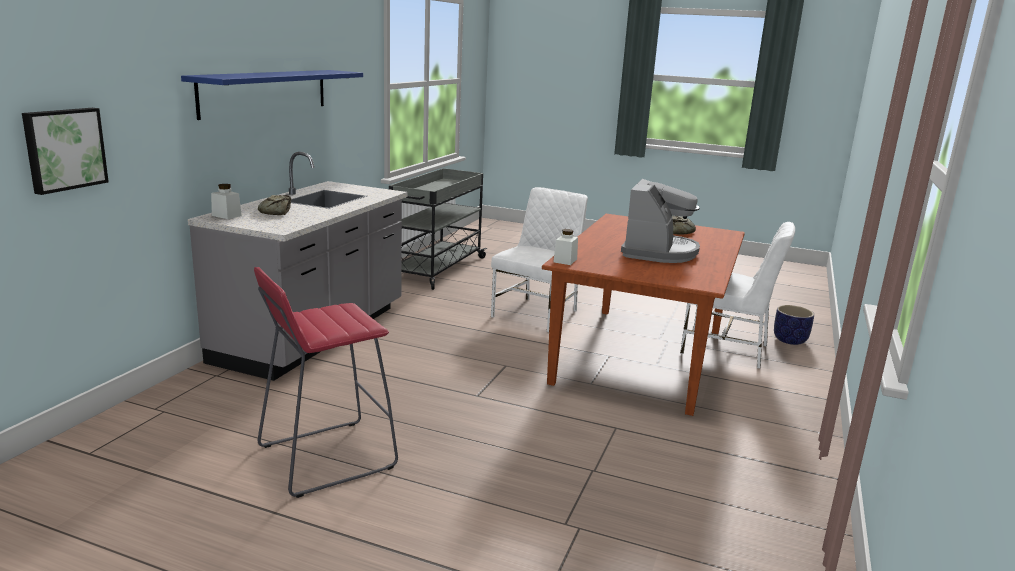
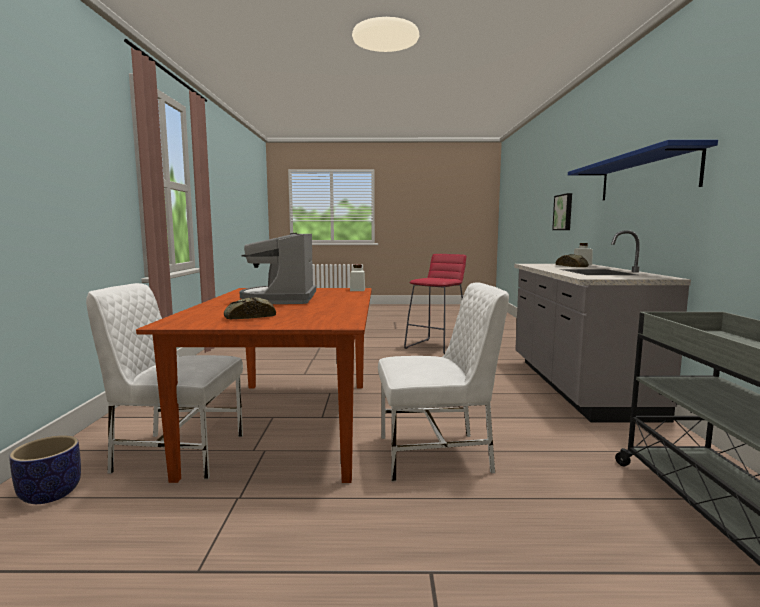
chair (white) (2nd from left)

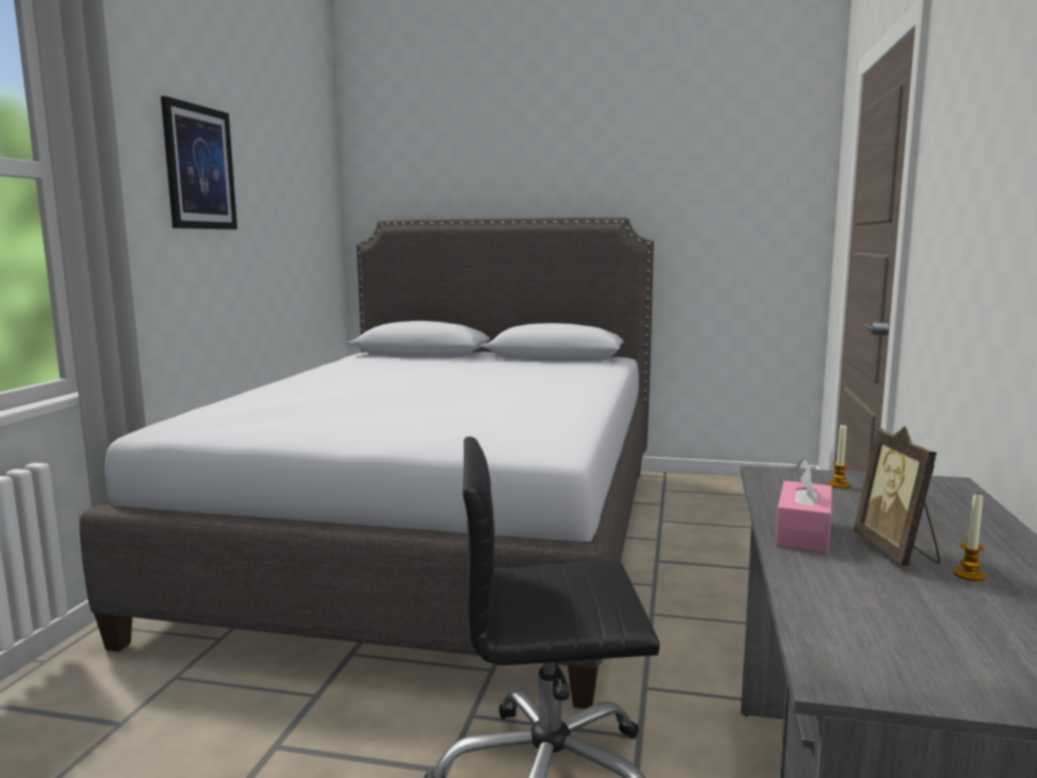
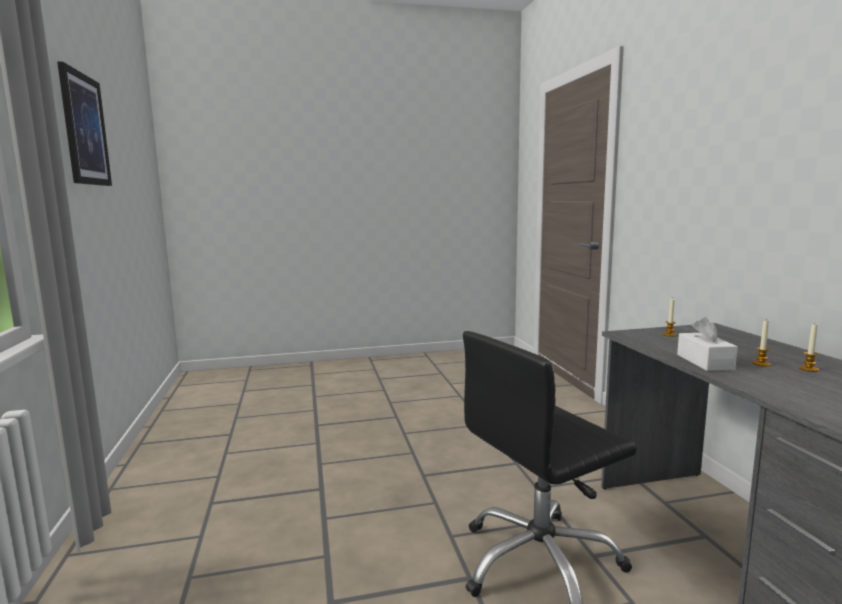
sleeping bed (greyish)
wax candle (2nd from left)
box of tissues (white)

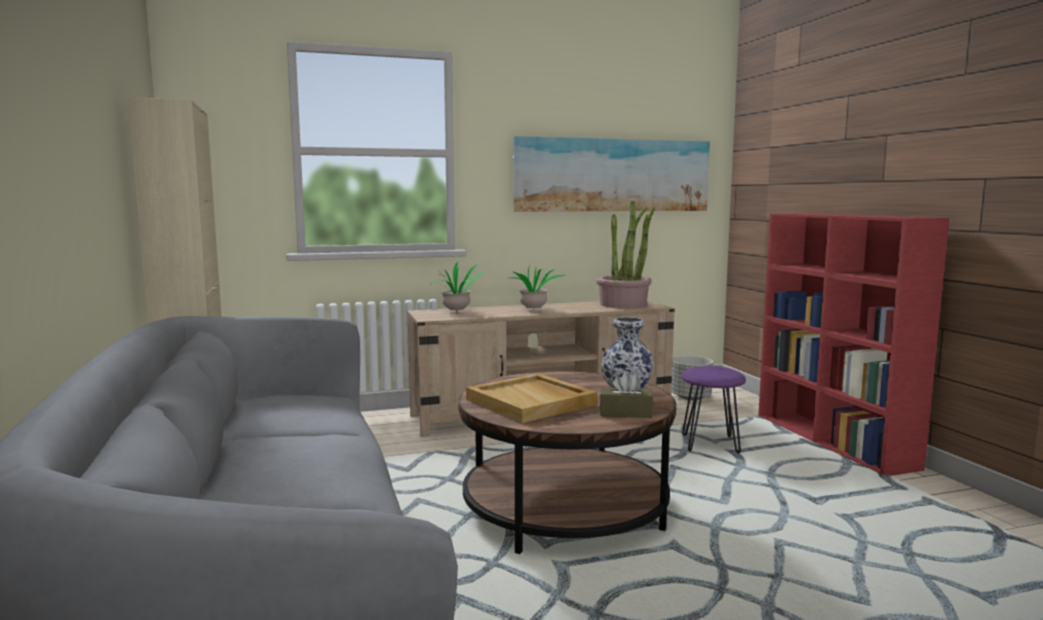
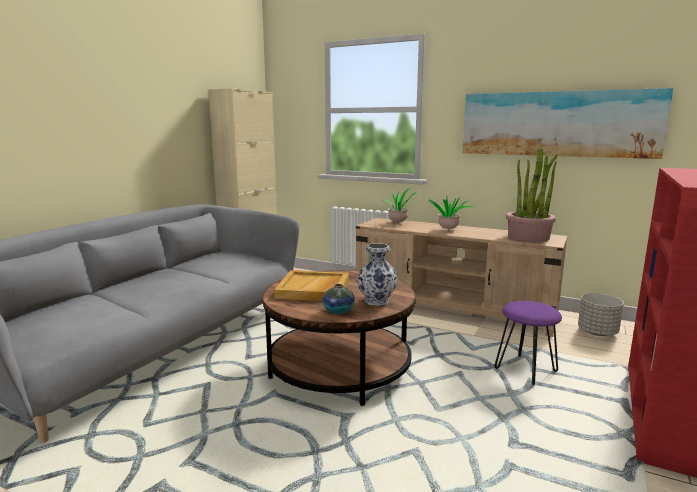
flower vase (1st from left)

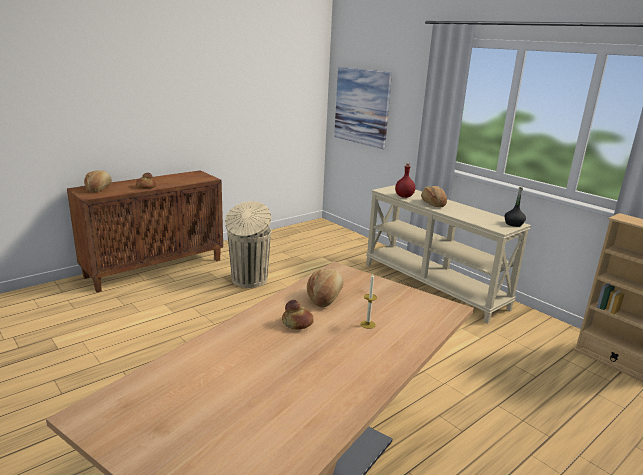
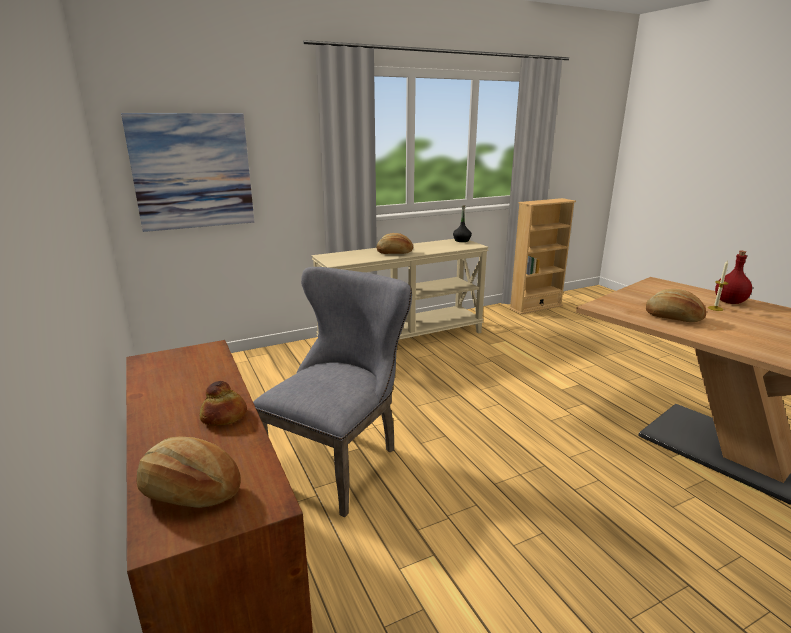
bakery bread (3rd from left in the first image)
bottle (reddish)
chair (greyish)

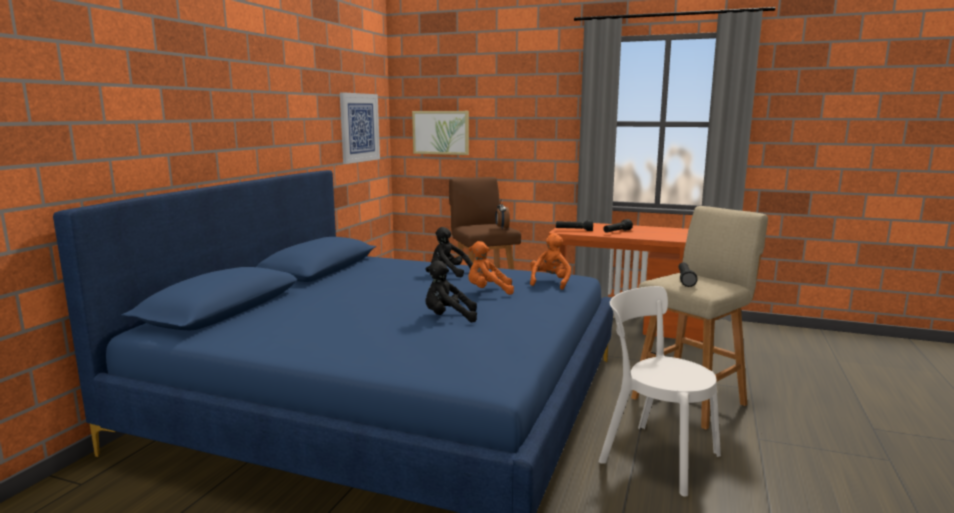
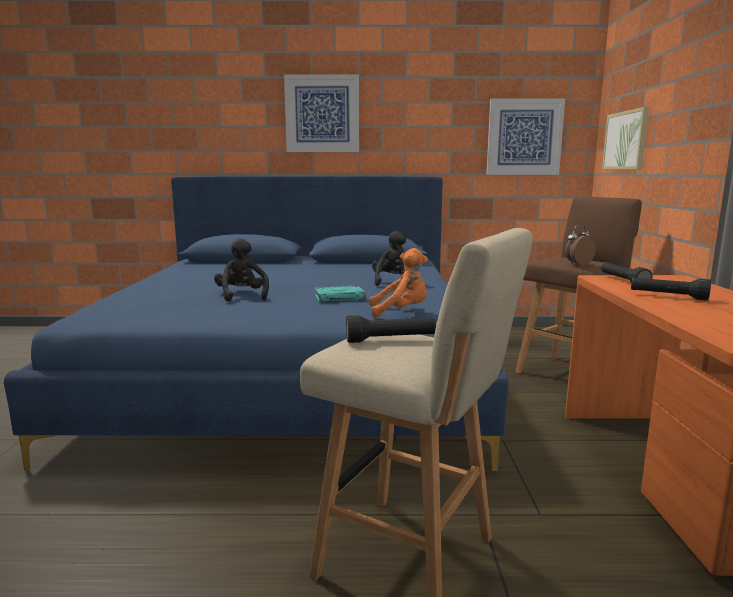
chair (white)
wall picture (1st from left)
book (blue-green)

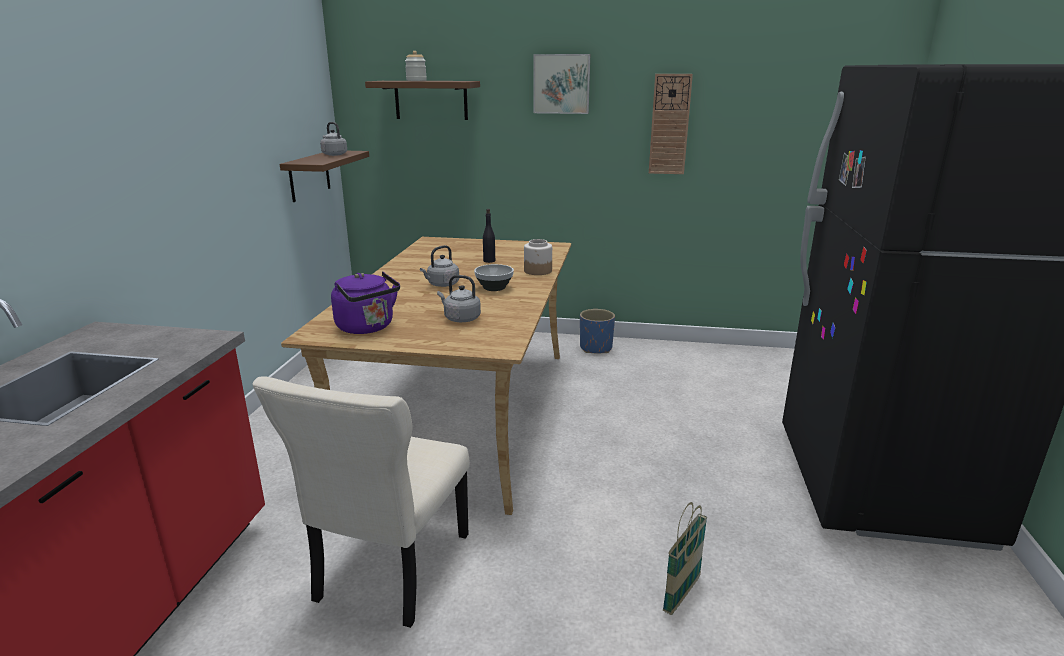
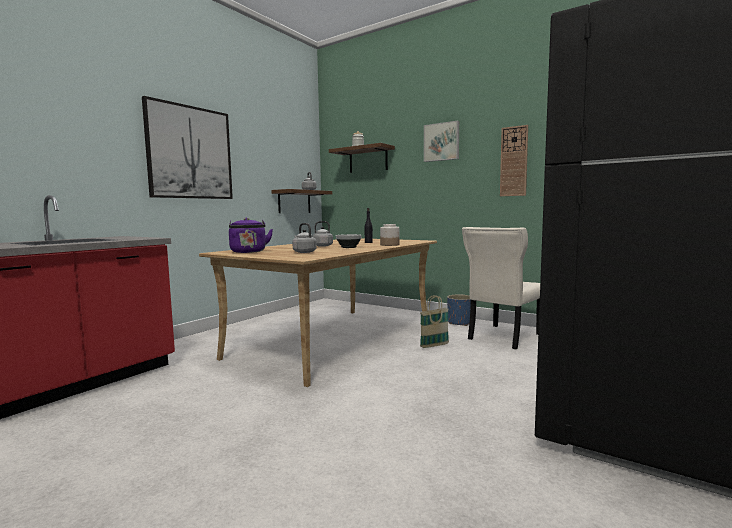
wall picture (1st from left)
chair (beige)
household basket

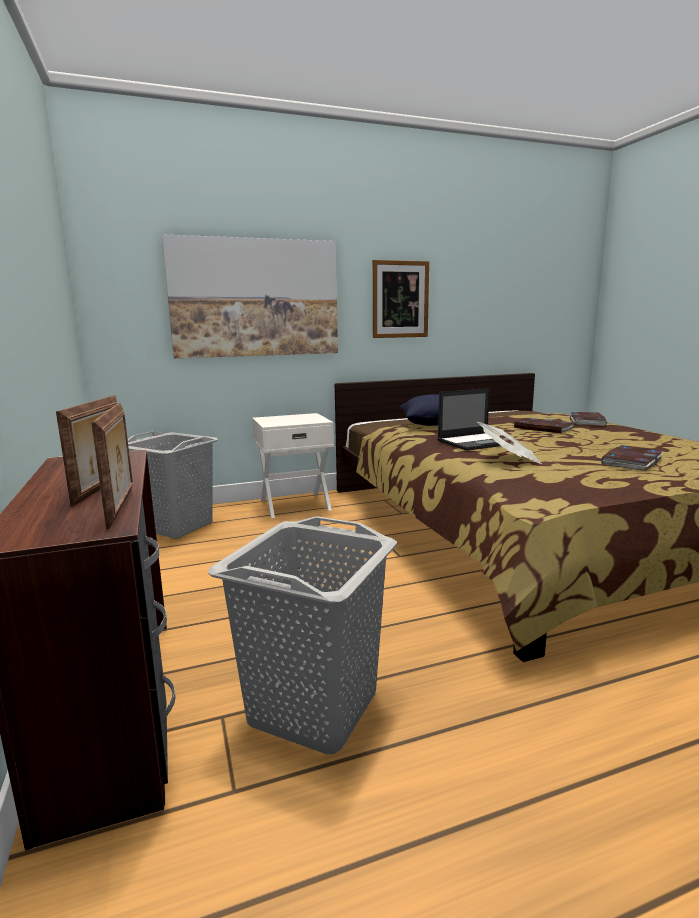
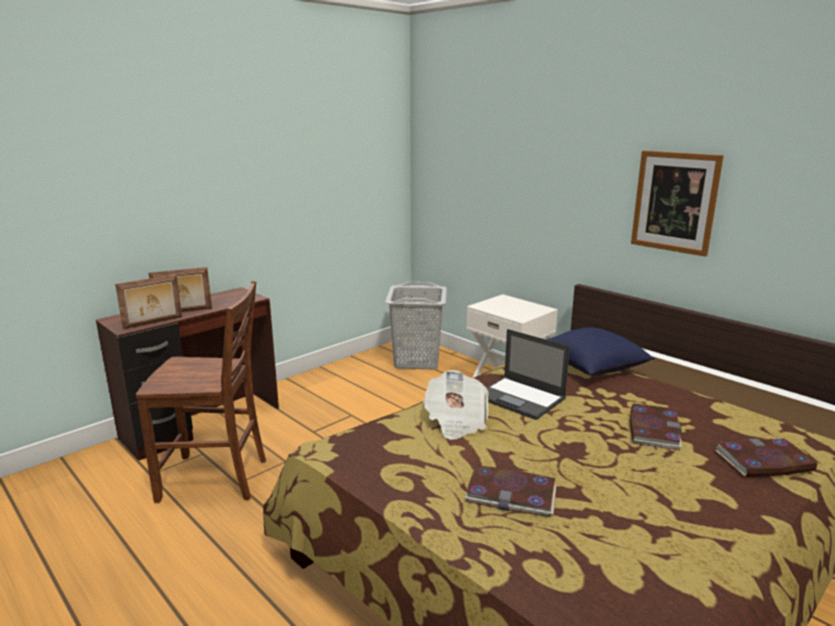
wall picture (1st from left in the first image)
chair (brown-coloured)

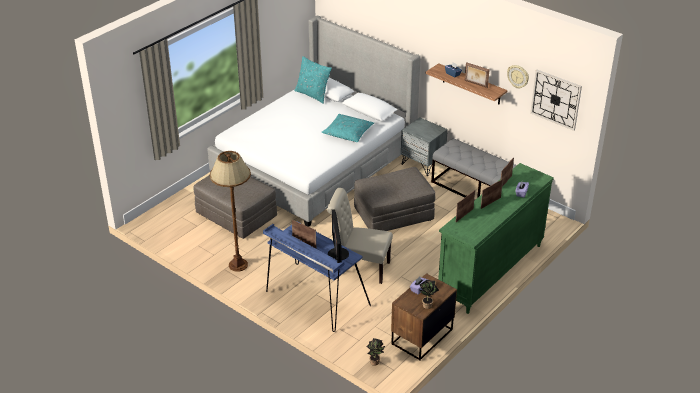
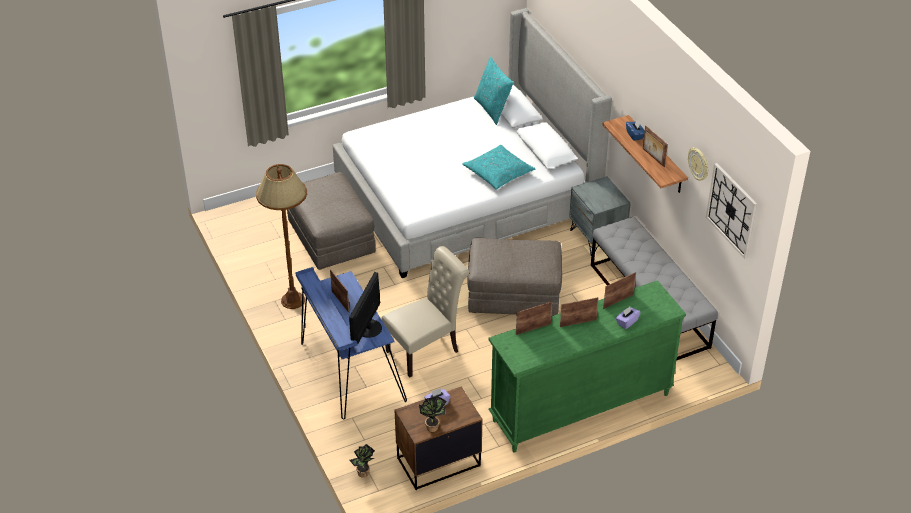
chair (beige)

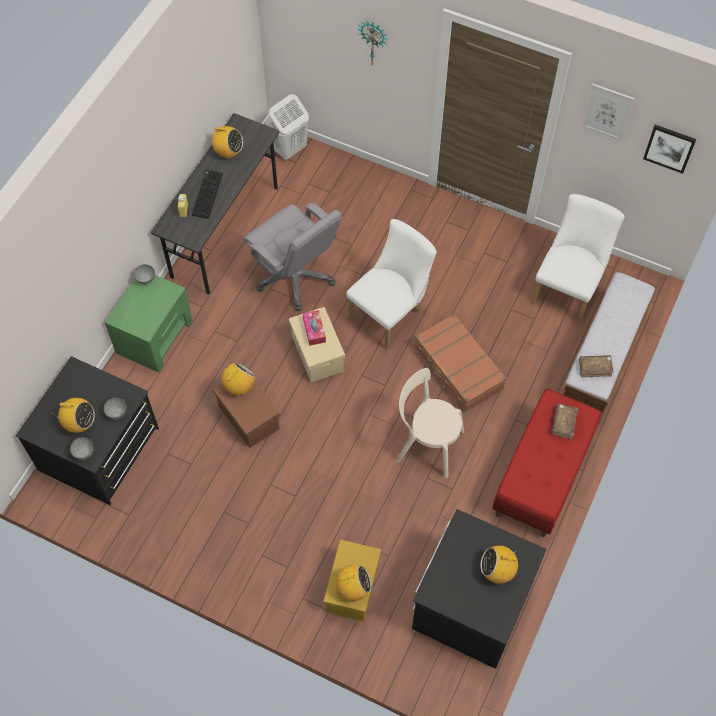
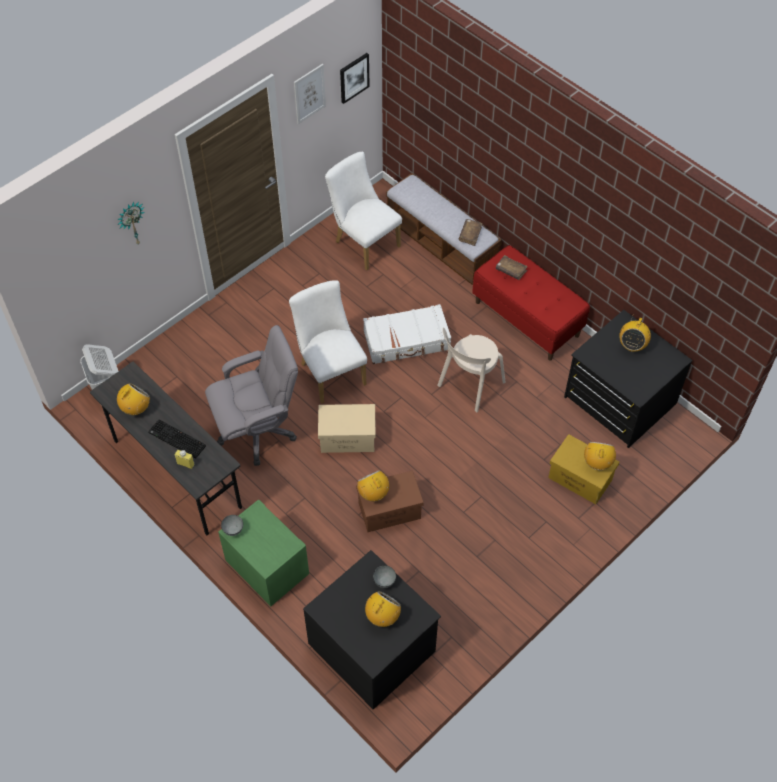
deep dish (greyish) (1st from left in the first image)
box of tissues
suitcase (white)

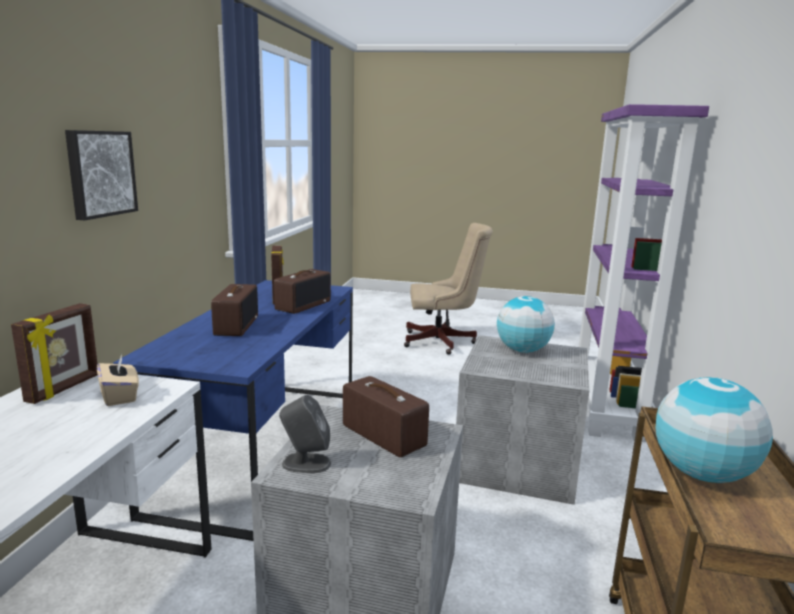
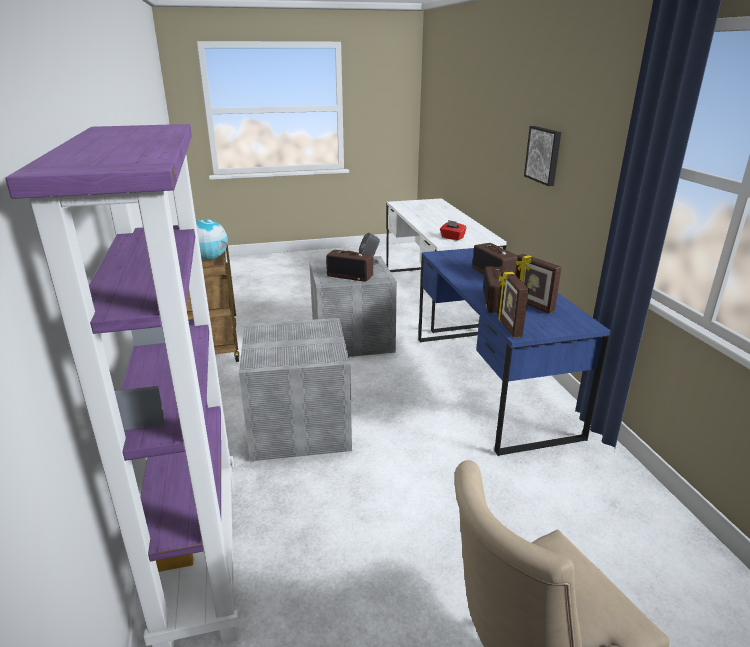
world globe (1st from left in the first image)
picture frame (1st from left)
box of tissues (reddish)

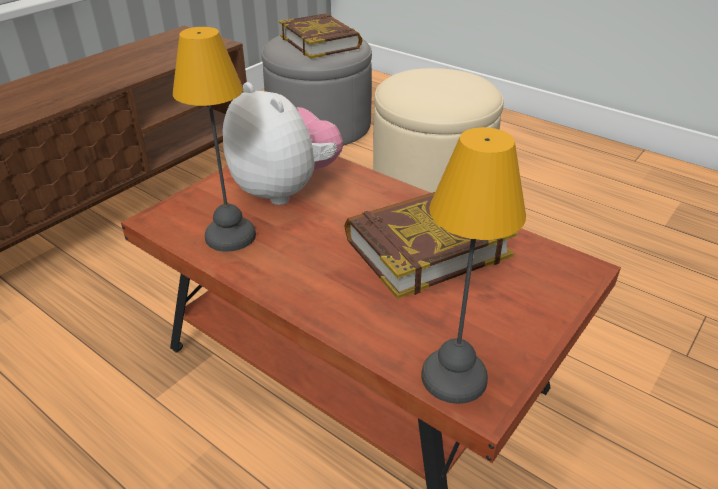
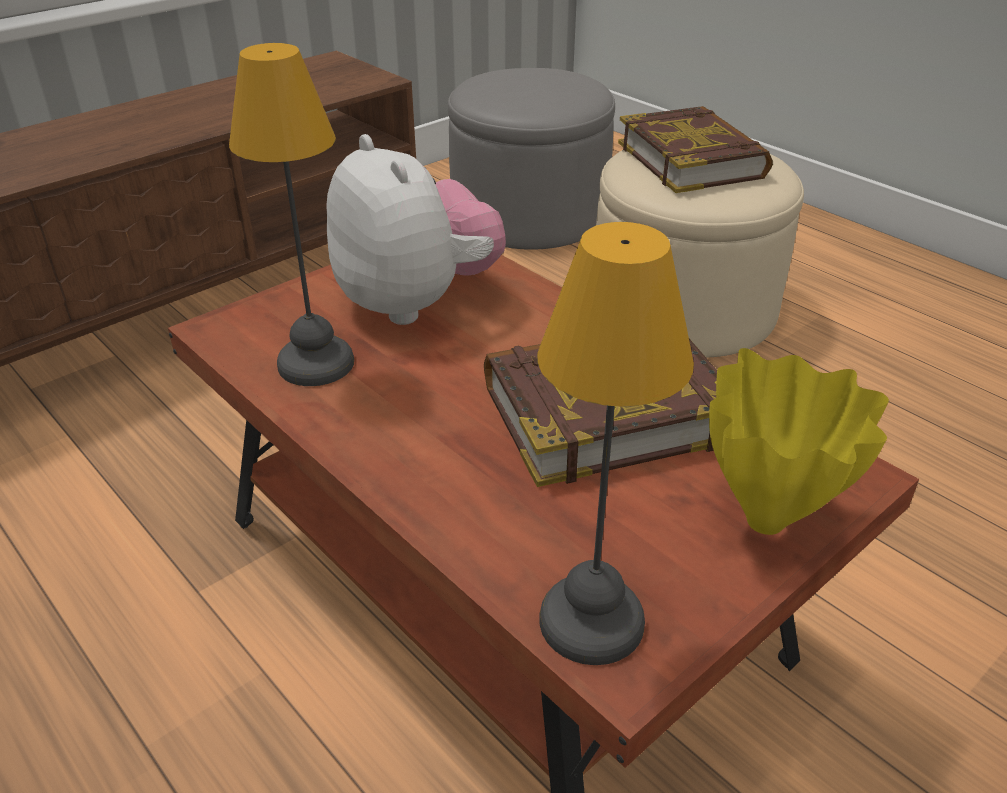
flower vase (yellow)
book (2nd from left)

